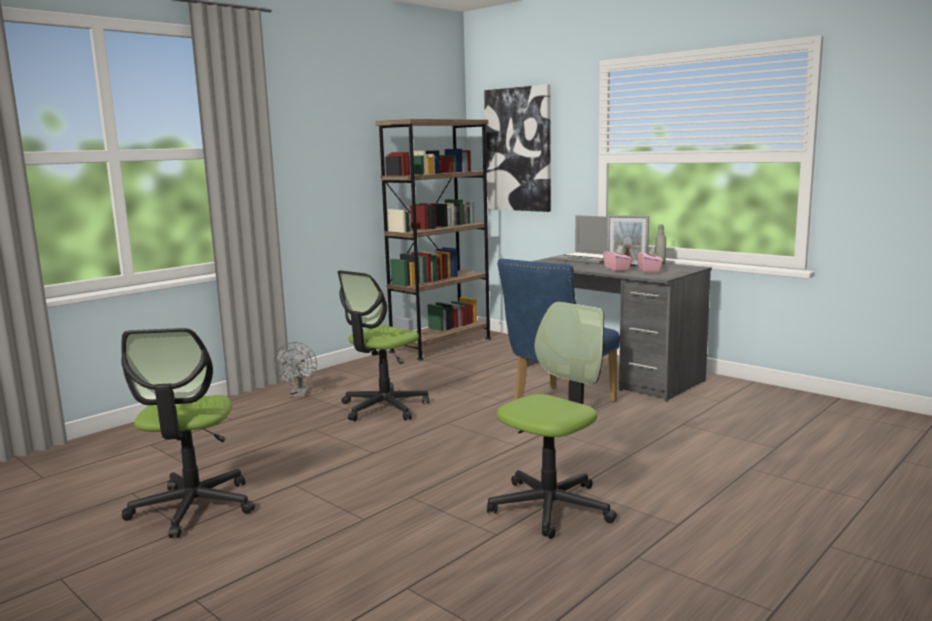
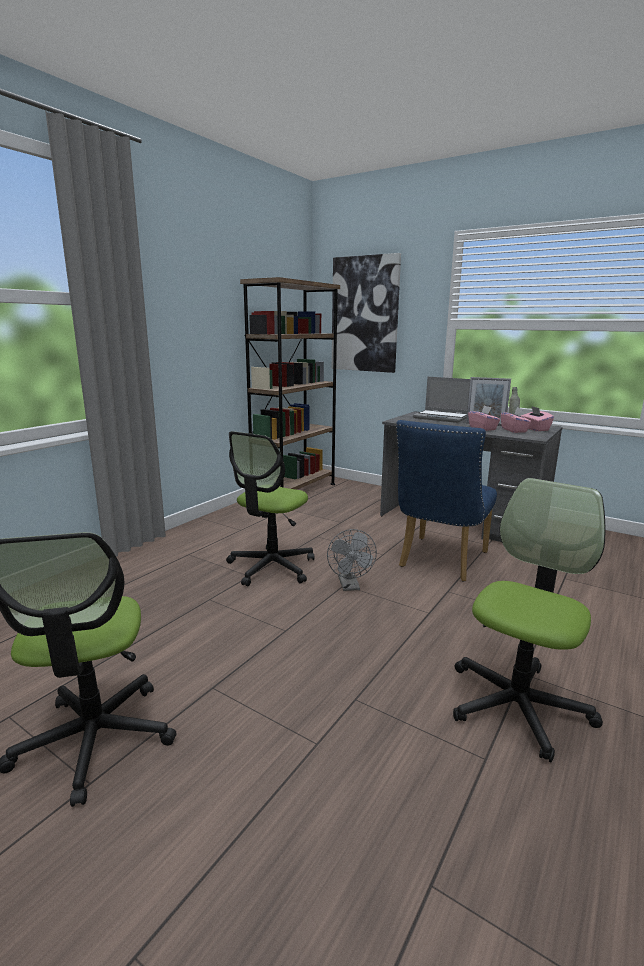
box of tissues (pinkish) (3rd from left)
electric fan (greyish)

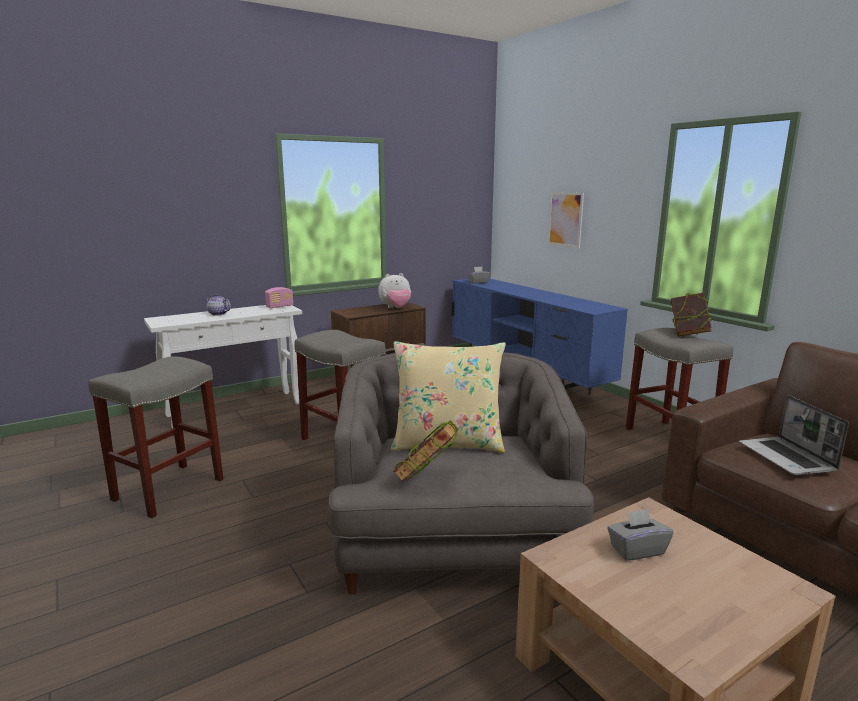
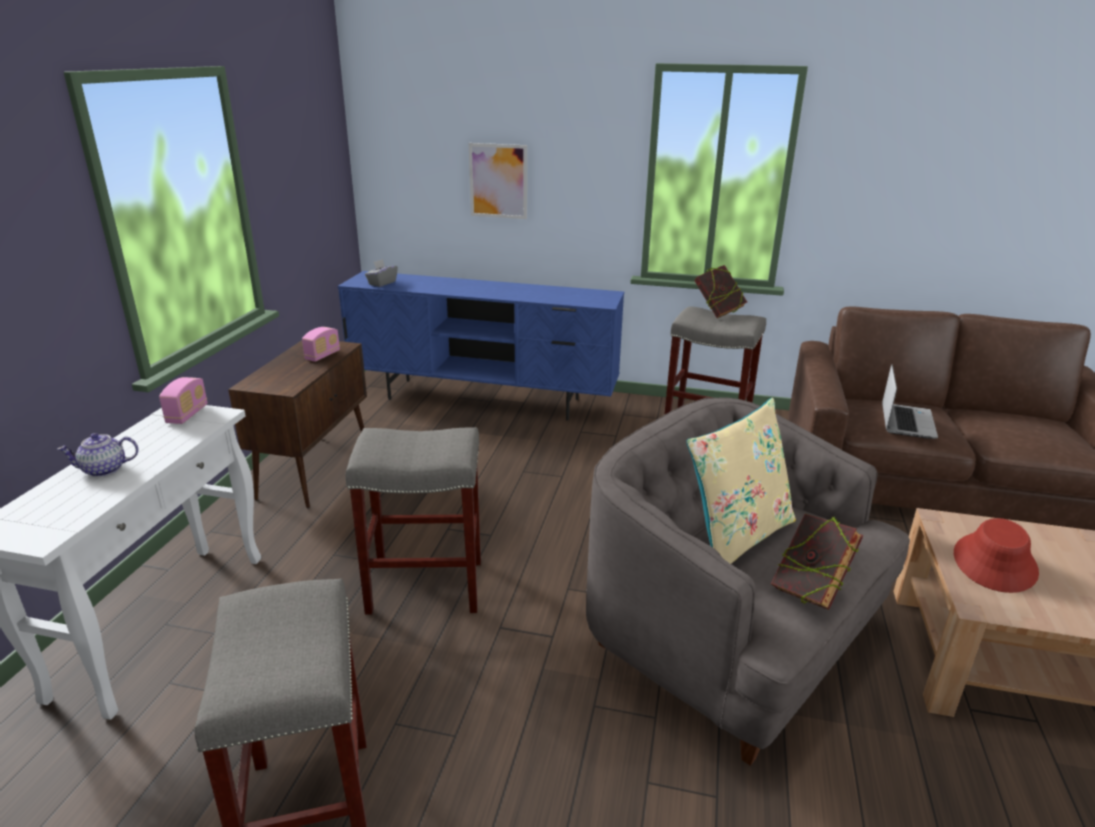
radio set (2nd from left)
clothing hat (reddish)
portable computer

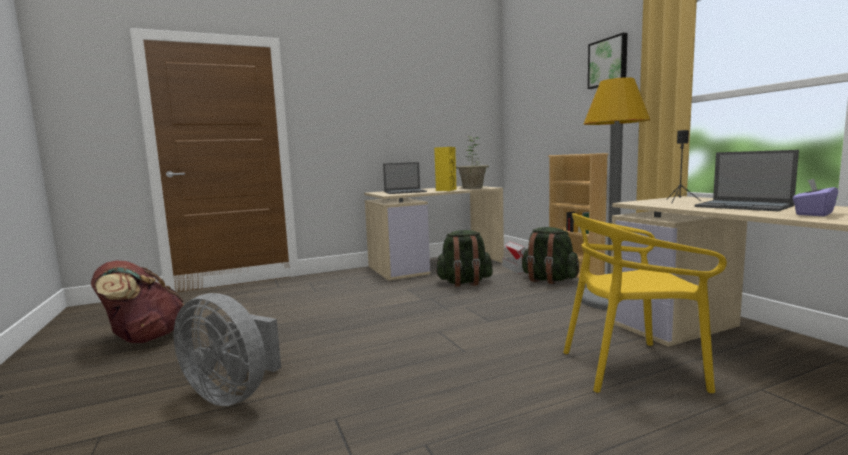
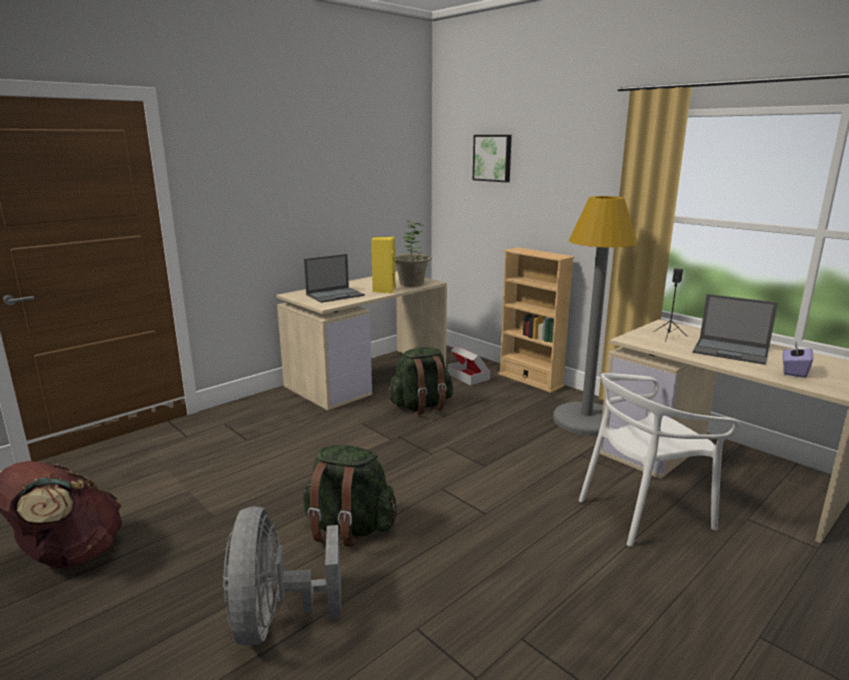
knapsack (green-coloured) (1st from left)
wall picture
chair (white)
electric fan (greyish)

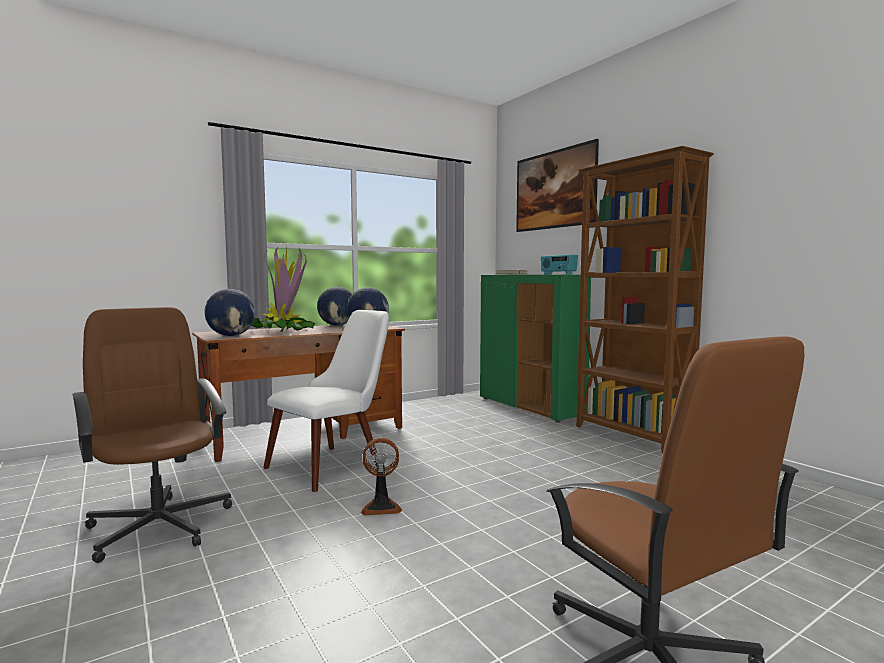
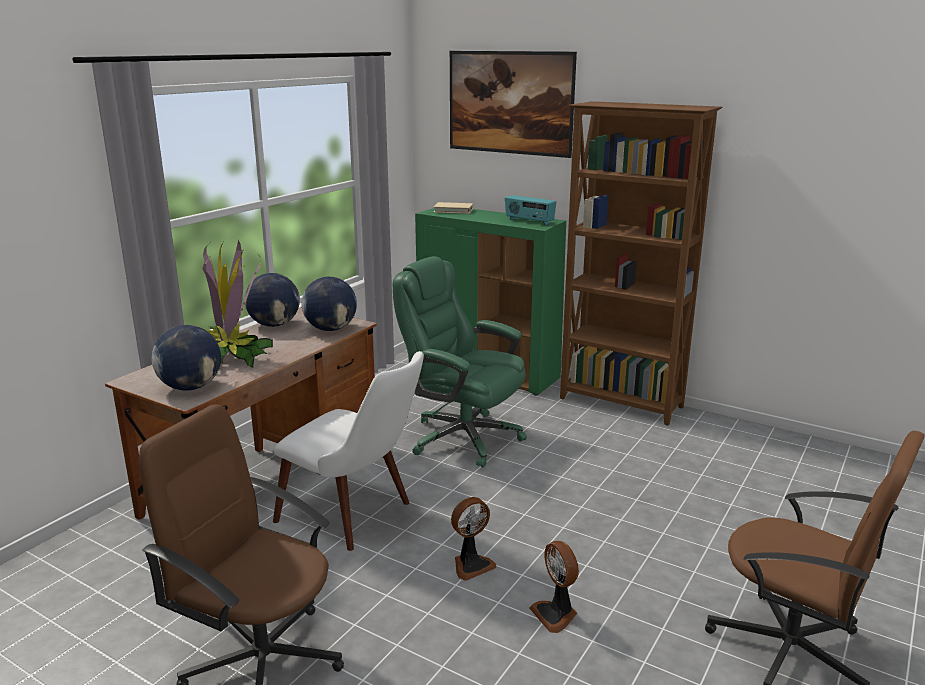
computer chair (green-coloured)
electric fan (2nd from left)
chair (white)

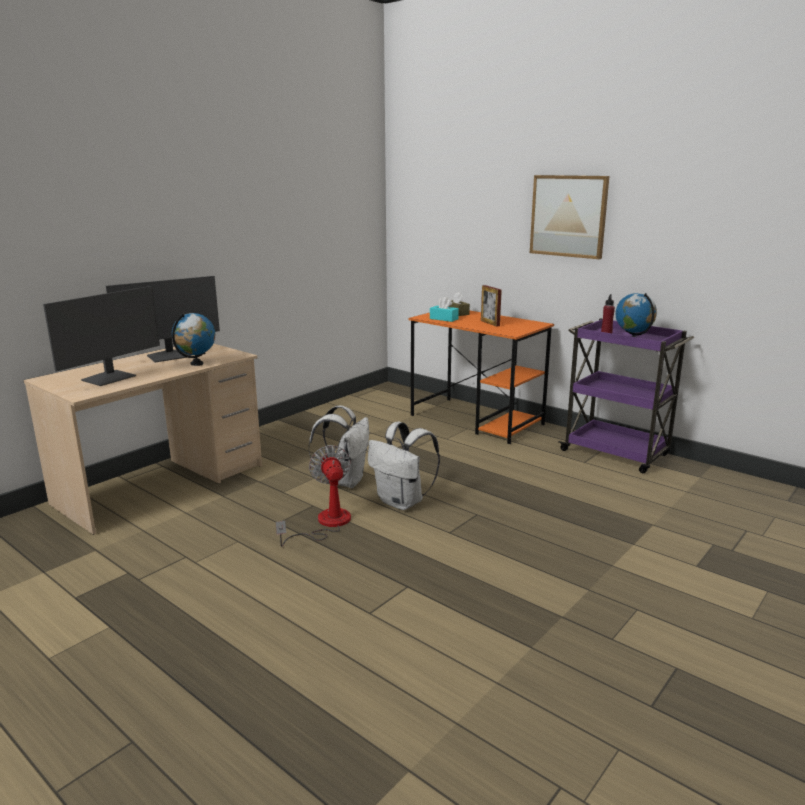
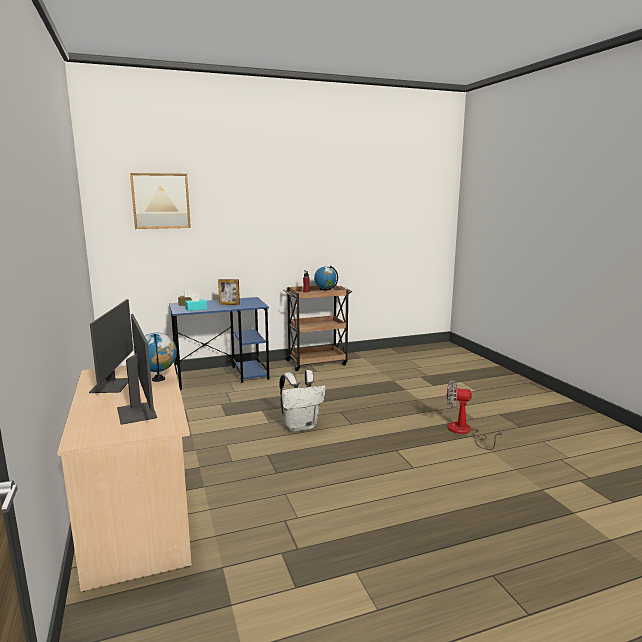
knapsack (white) (1st from left in the first image)
electric fan
wall picture
desk (blue-coloured)
wheeled cart (brown-coloured)

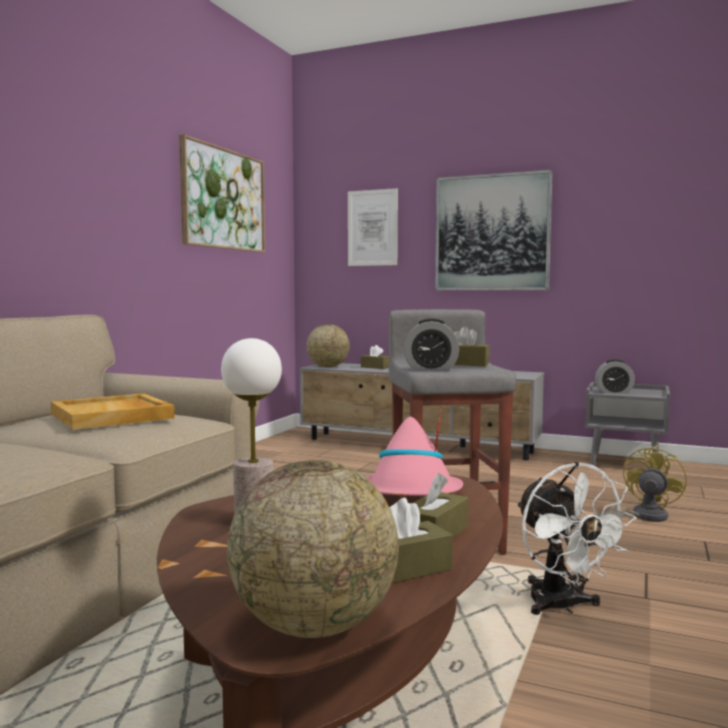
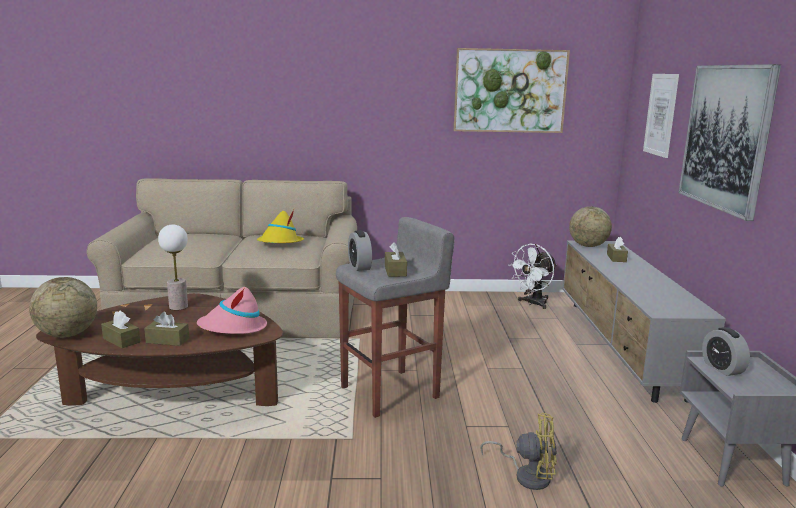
electric fan (white)
clothing hat (yellow)

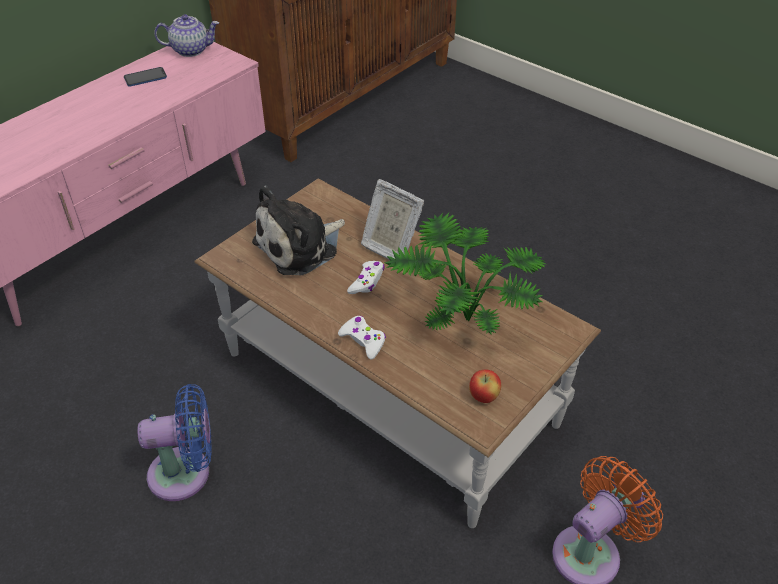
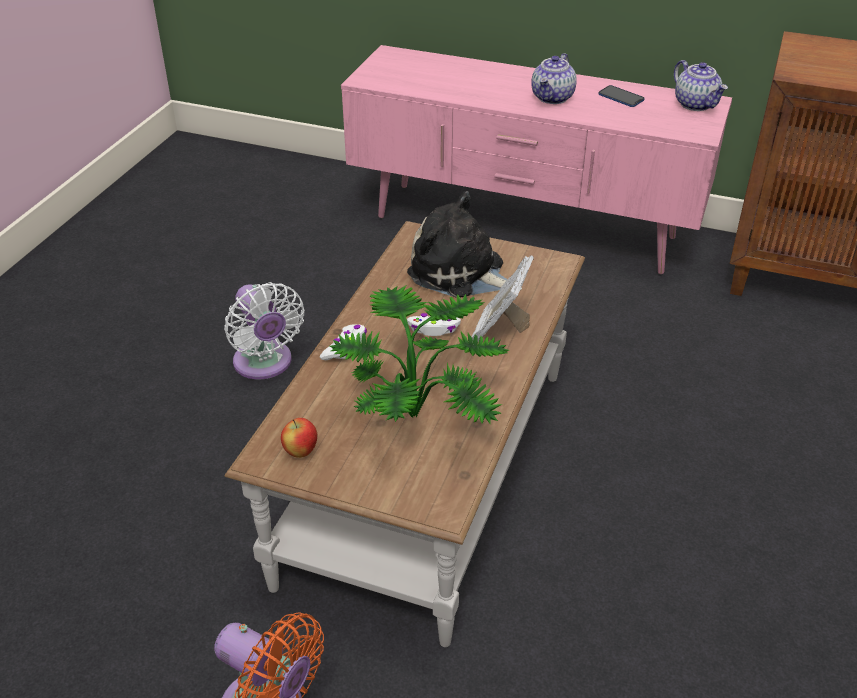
tea pot (1st from left)
electric fan (white)

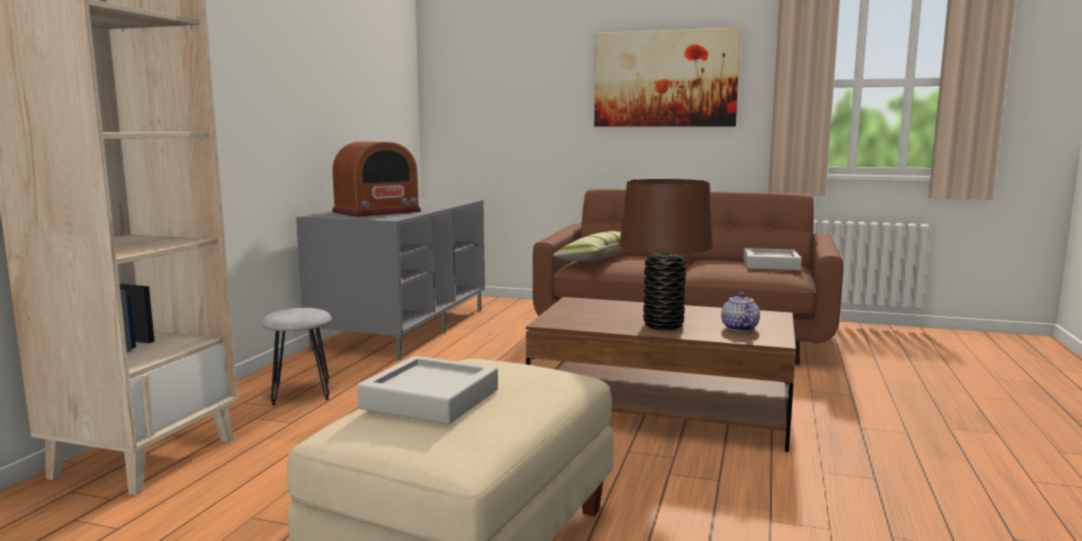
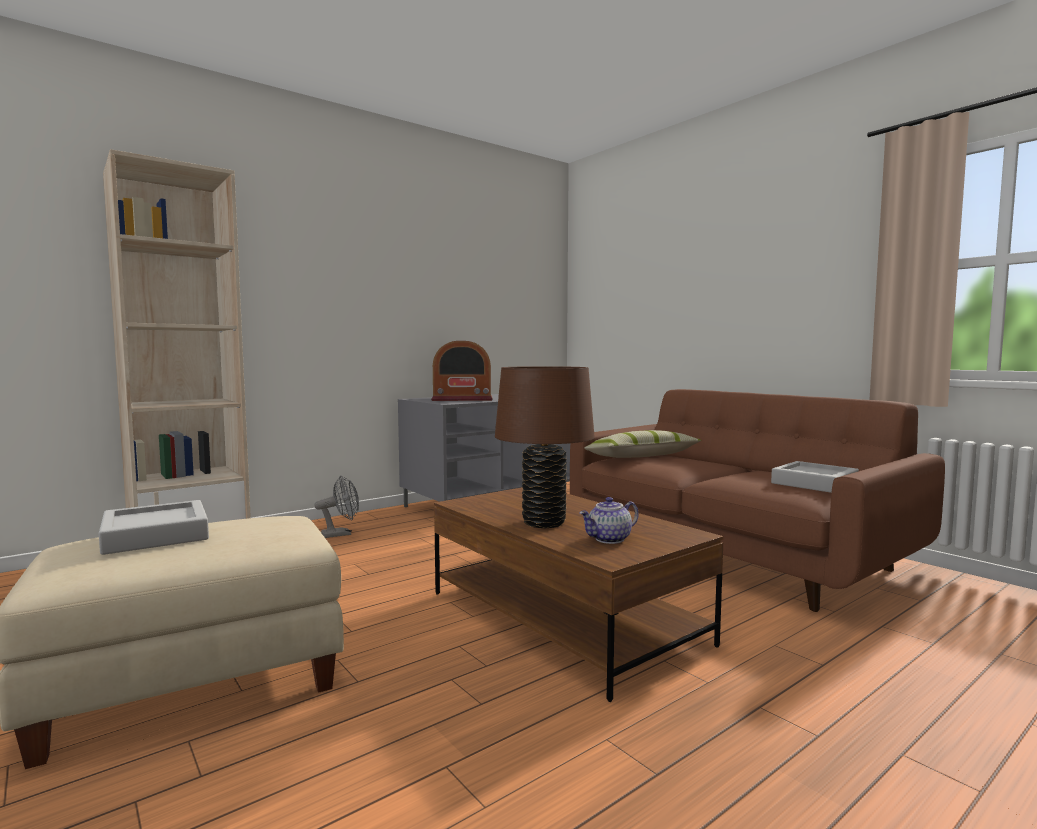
wall picture
electric fan (greyish)
tea pot

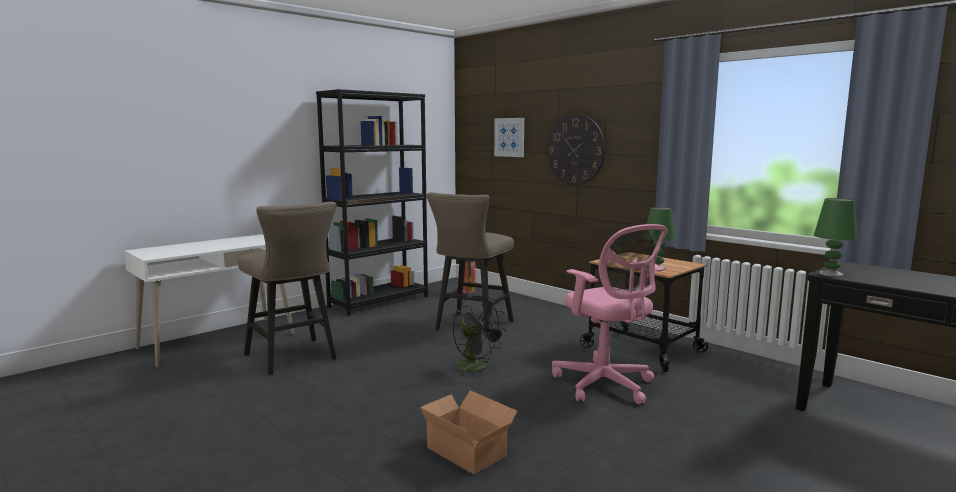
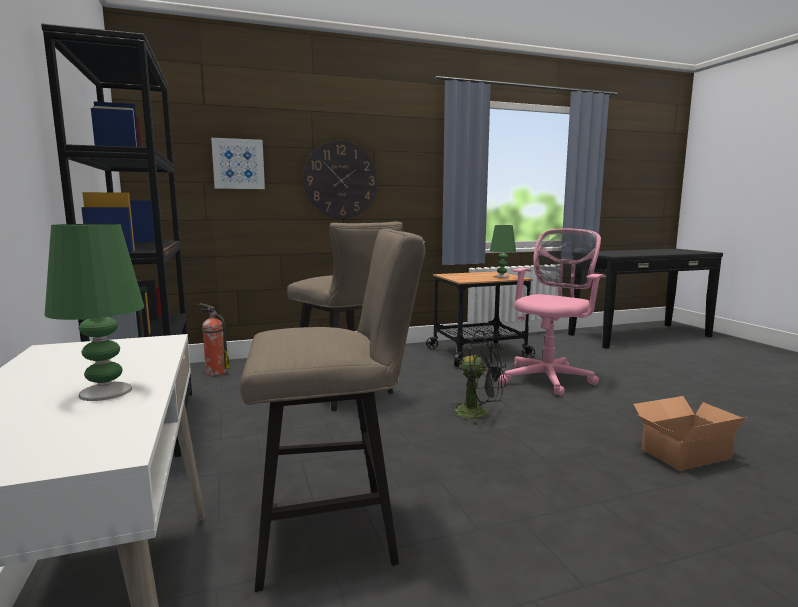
table lamp (green-coloured) (1st from left)
electric fan (black-coloured)
computer chair (pinkish)

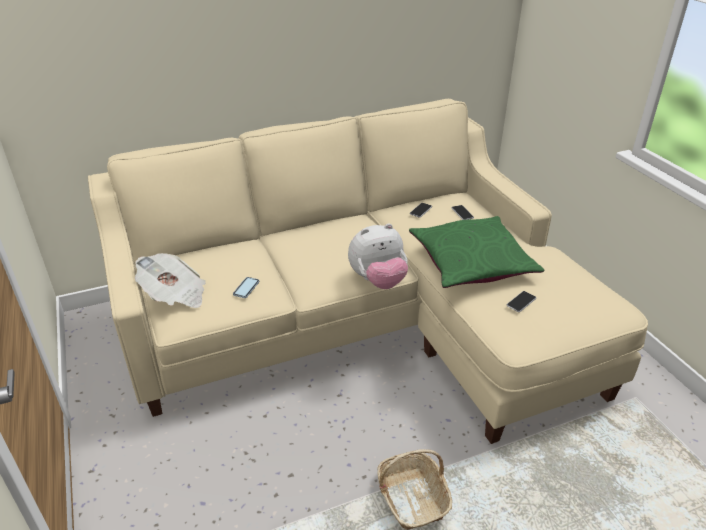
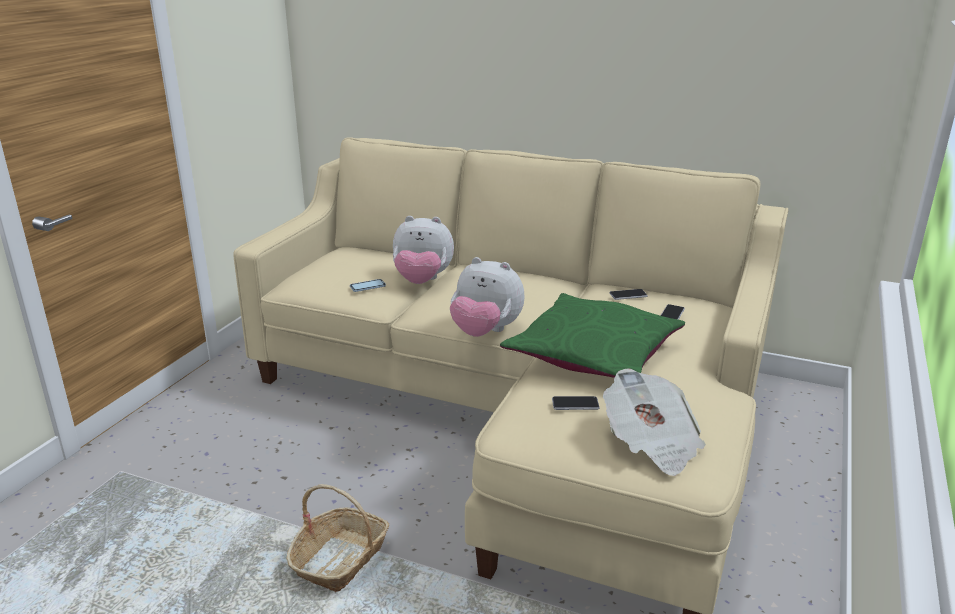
cuddly toy (1st from left)
printed paper

